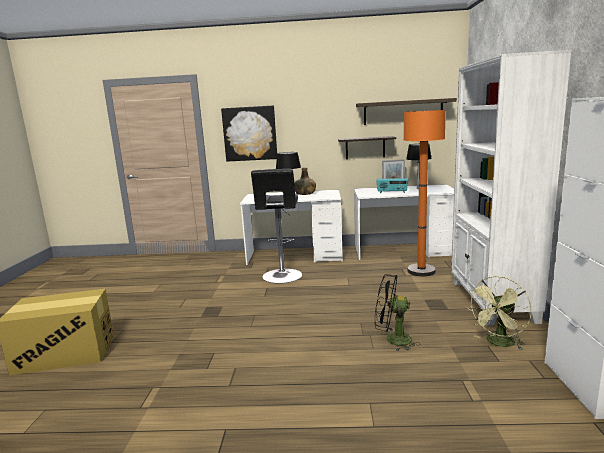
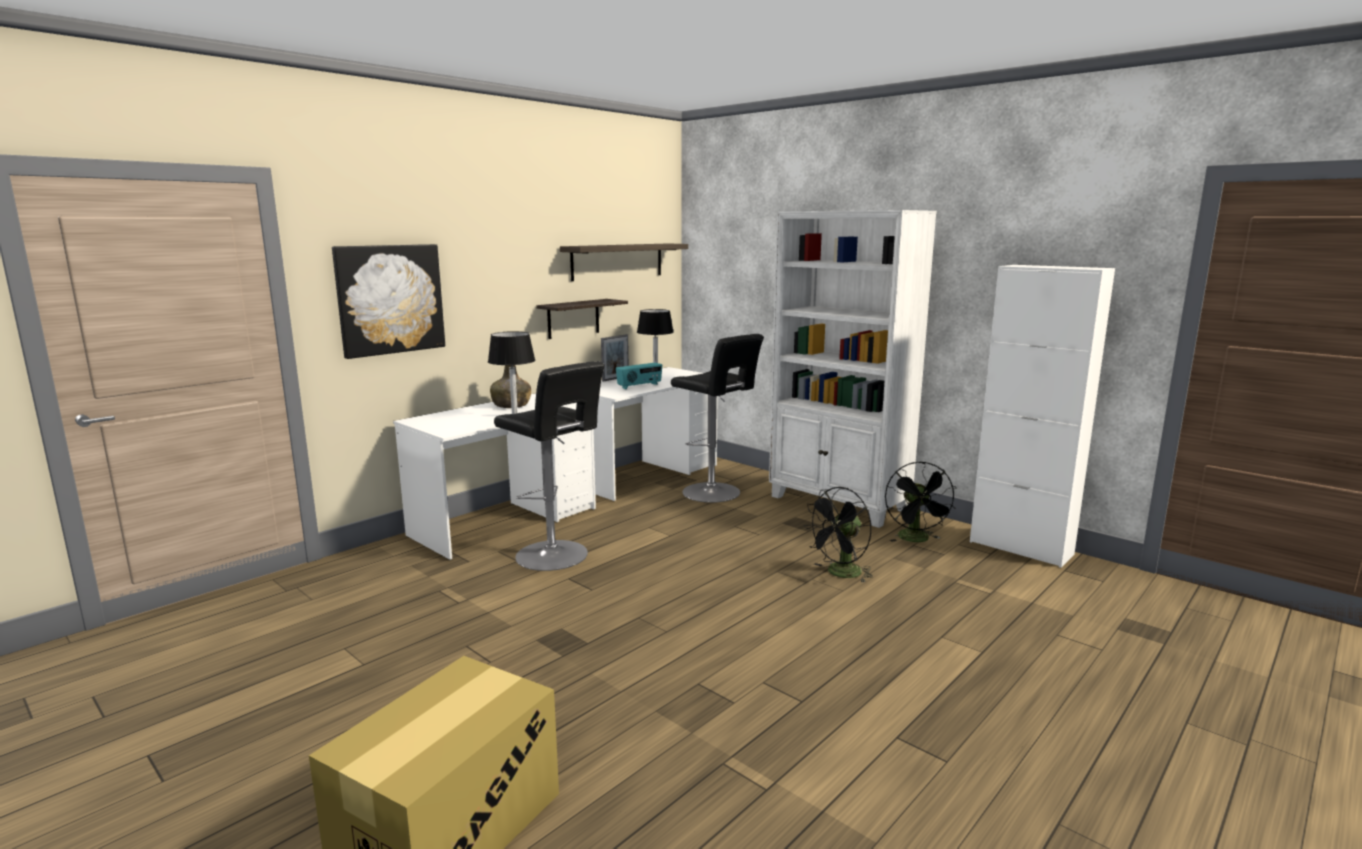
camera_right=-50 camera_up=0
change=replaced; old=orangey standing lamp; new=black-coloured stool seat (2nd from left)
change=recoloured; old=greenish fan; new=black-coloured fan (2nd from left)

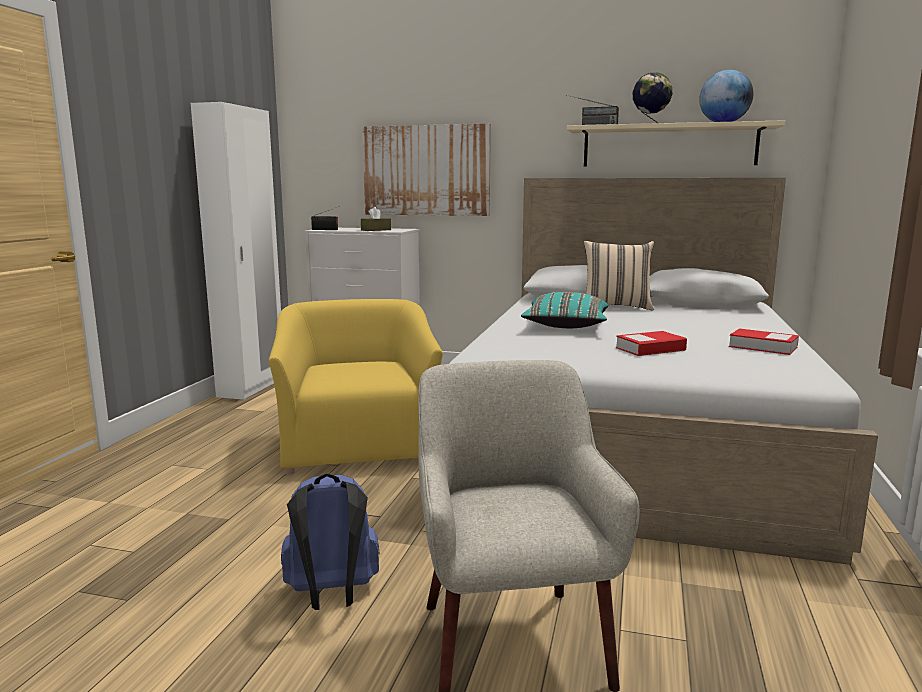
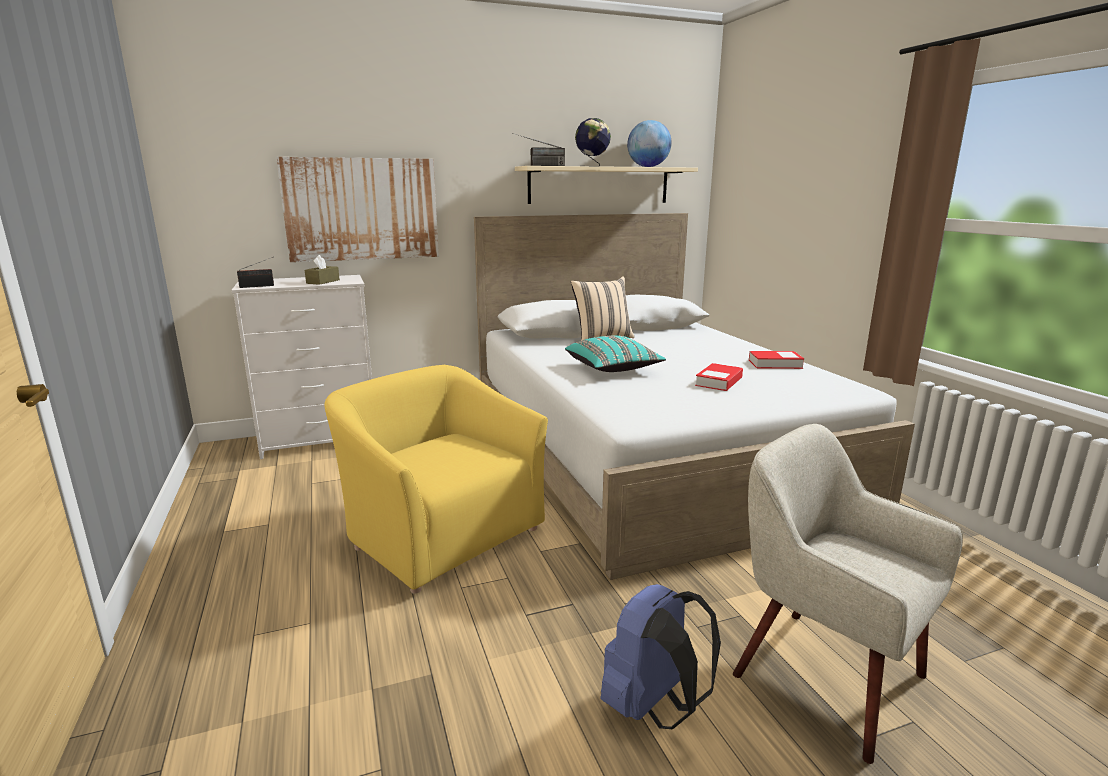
camera_right=-35 camera_up=5
change=removed; old=white-coloured clothes cupboard

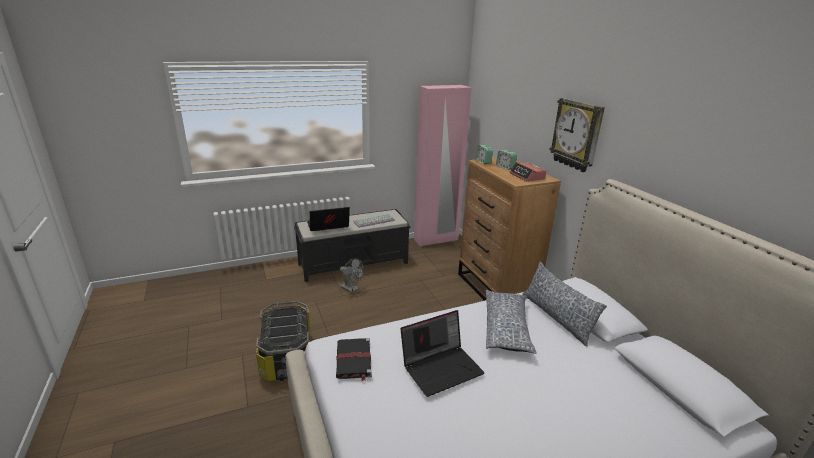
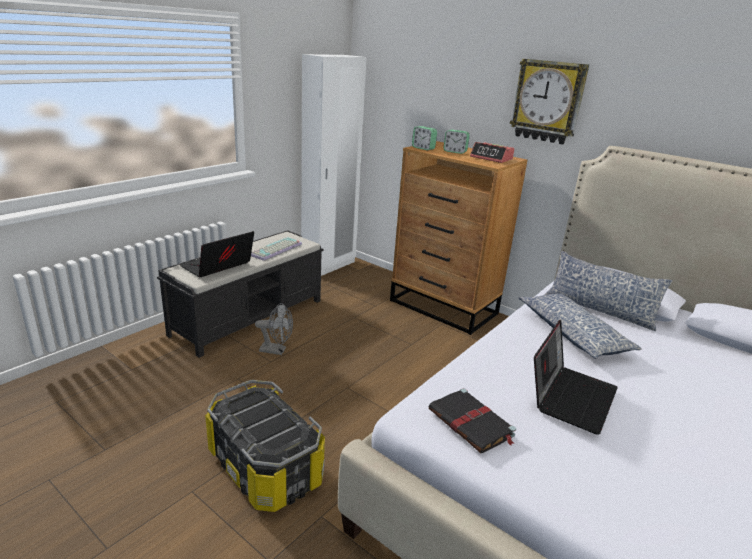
camera_right=-30 camera_up=0
change=recoloured; old=pink-coloured clothes cupboard; new=white-coloured clothes cupboard

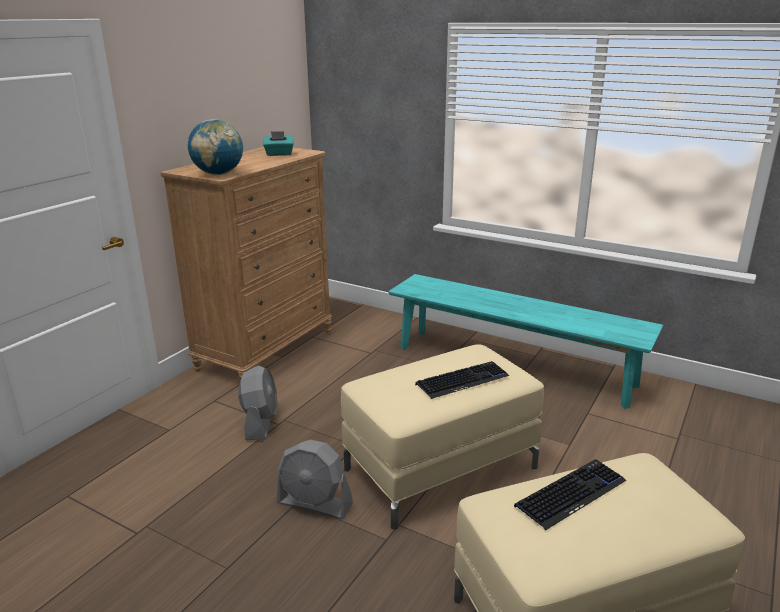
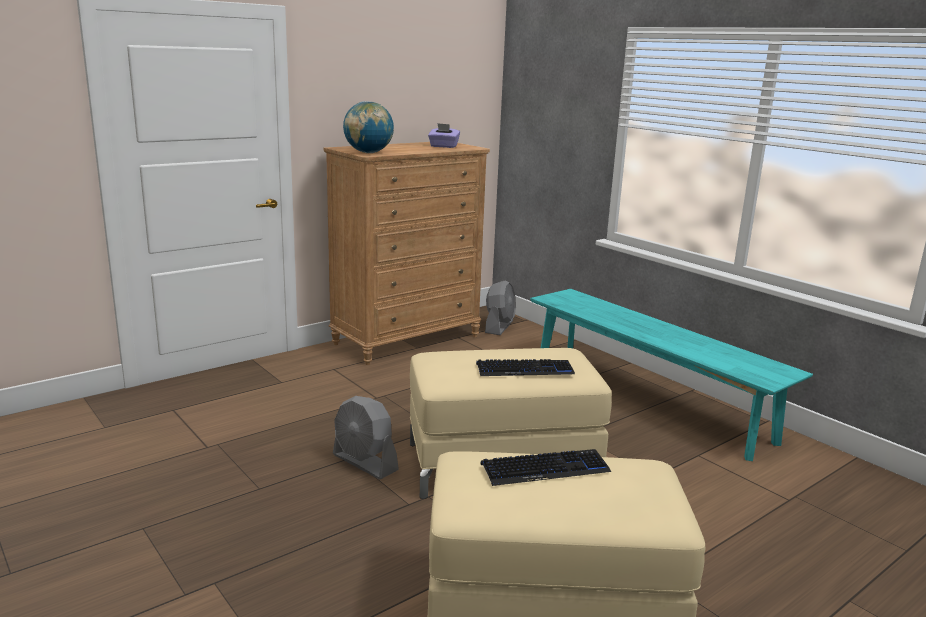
camera_right=20 camera_up=-5
change=recoloured; old=turquoise-coloured tissue holder; new=purplish tissue holder
change=moved; old=gray fan (1st from left in the first image); new=gray fan (2nd from left)

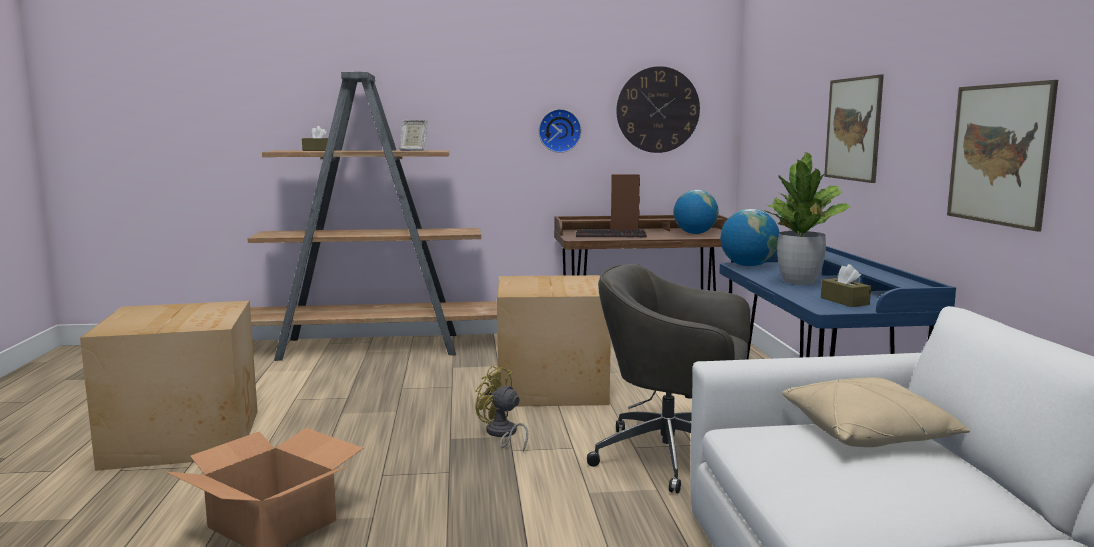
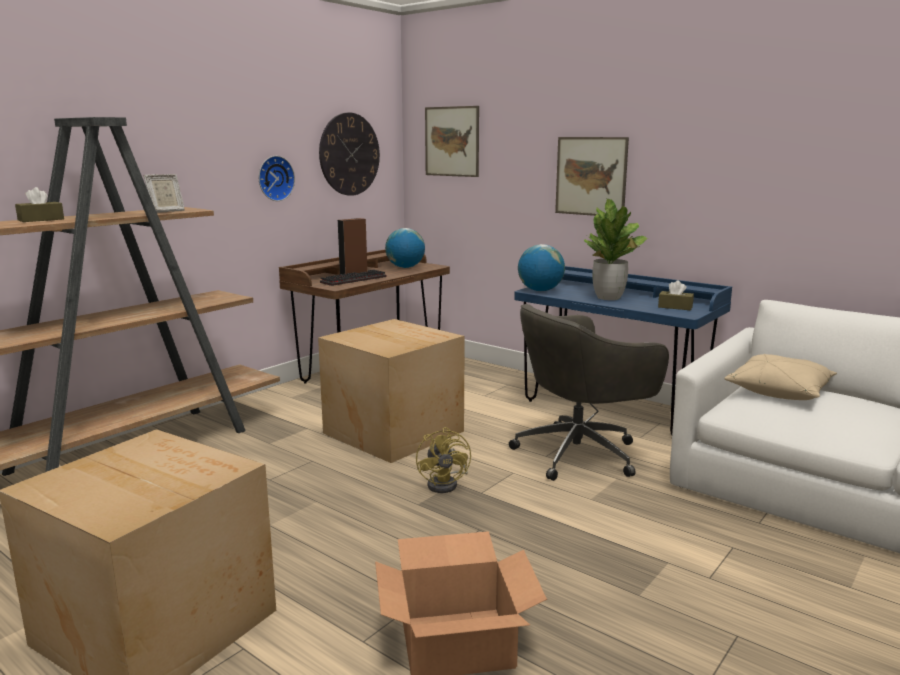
camera_right=-45 camera_up=5
change=turned; old=yellow fan; degrees=-90
change=moved; old=picture (2nd from left in the first image); new=picture (1st from left)

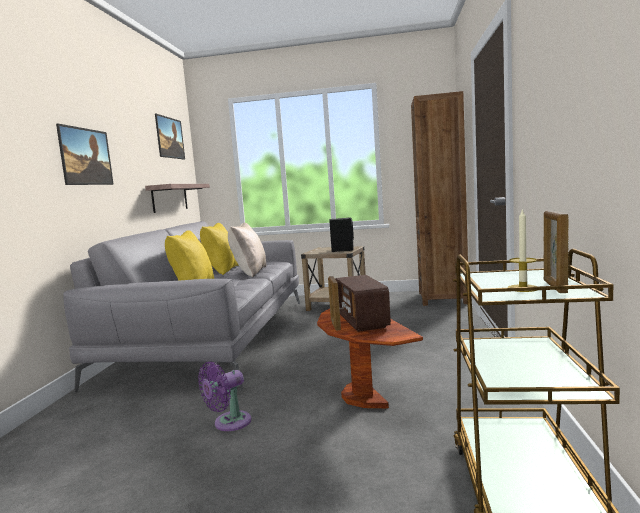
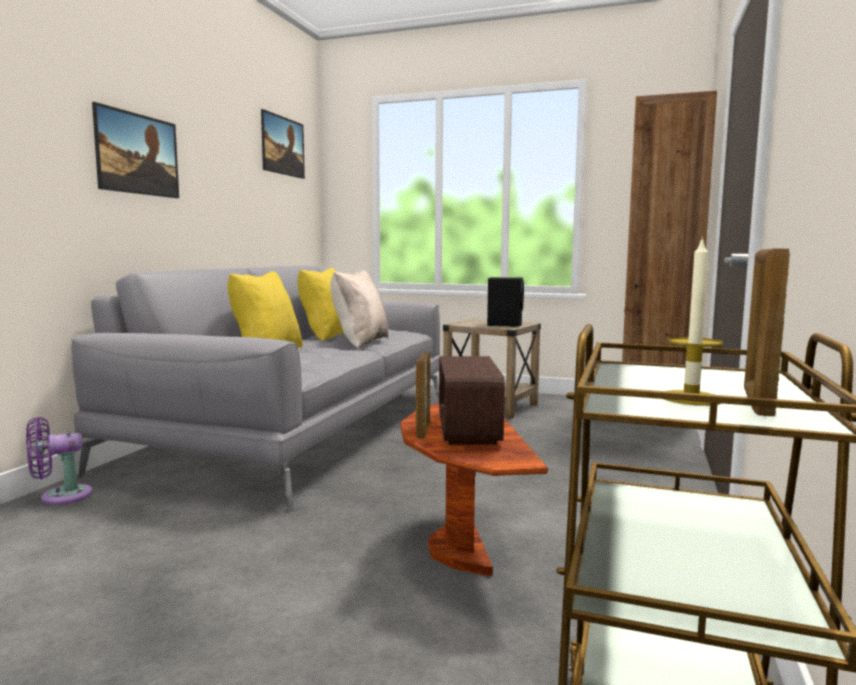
camera_right=10 camera_up=0
change=moved; old=purplish fan
change=removed; old=bracket shelf

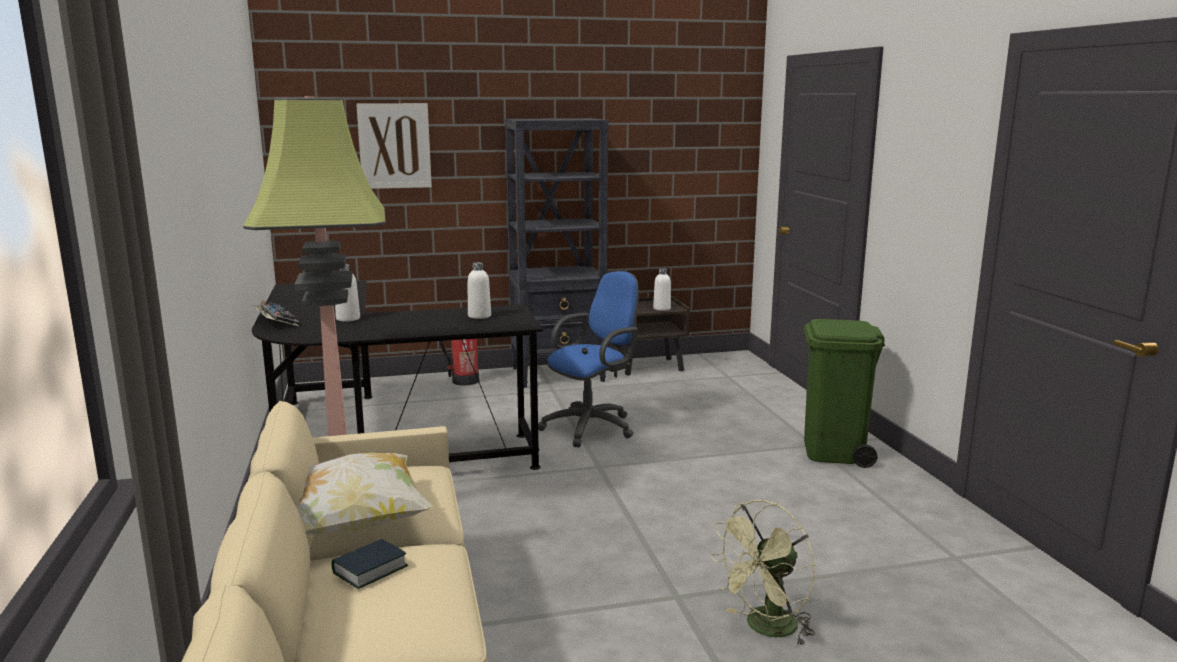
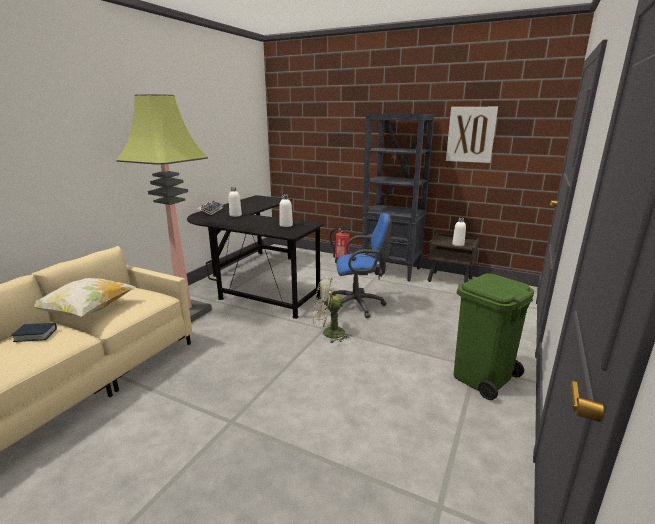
camera_right=40 camera_up=5
change=moved; old=greenish fan
change=moved; old=picture

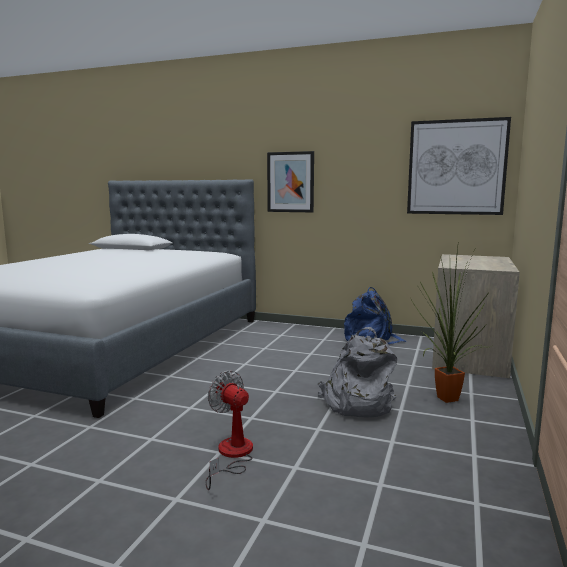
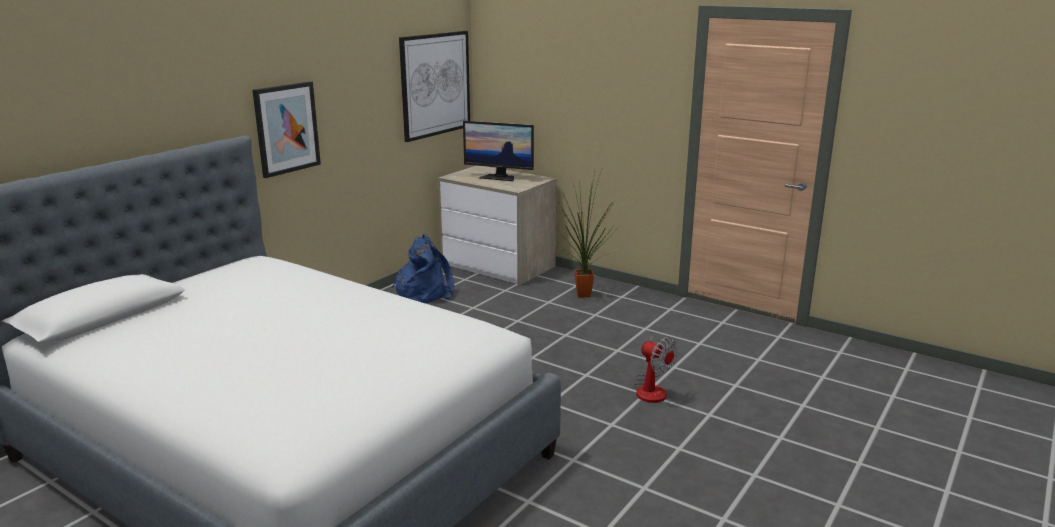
camera_right=-75 camera_up=10
change=added; new=computer screen
change=turned; old=fan; degrees=-105
change=removed; old=gray knapsack

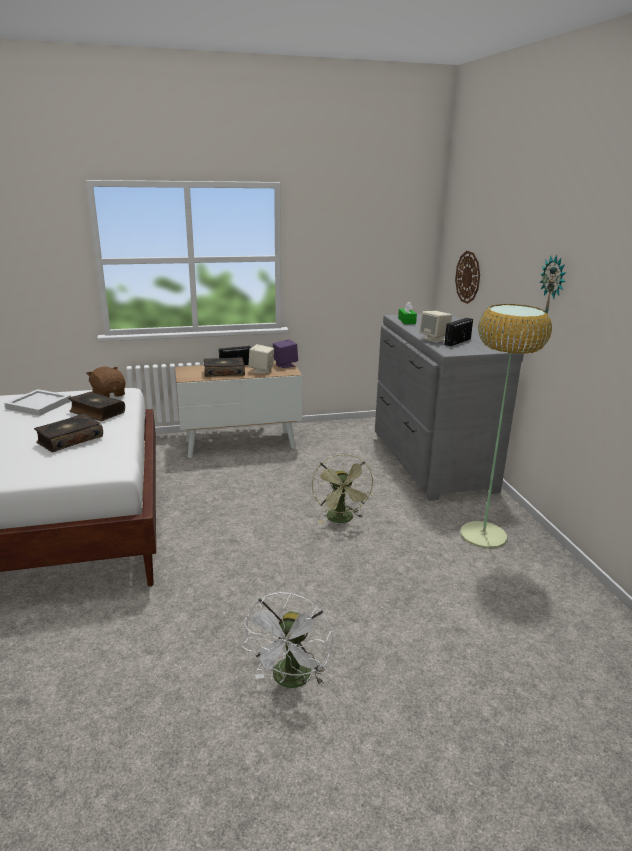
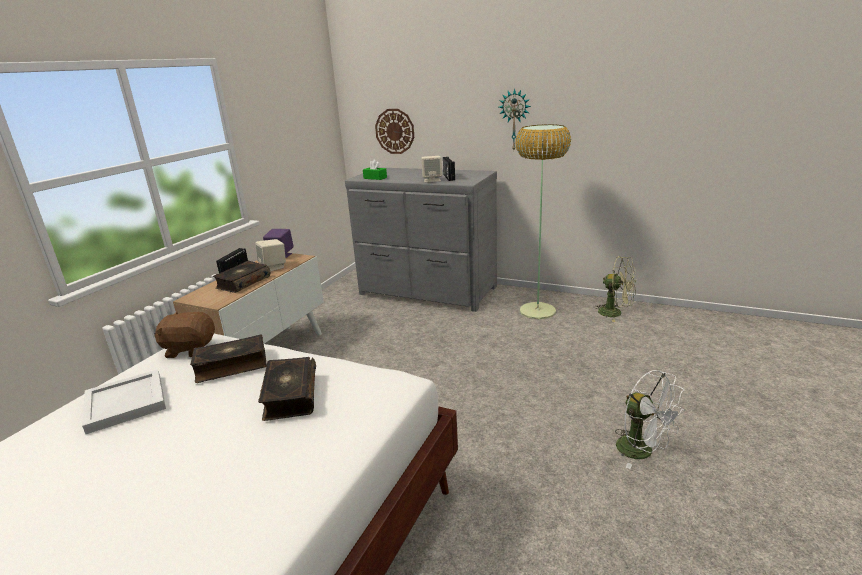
camera_right=-50 camera_up=0
change=moved; old=greenish fan

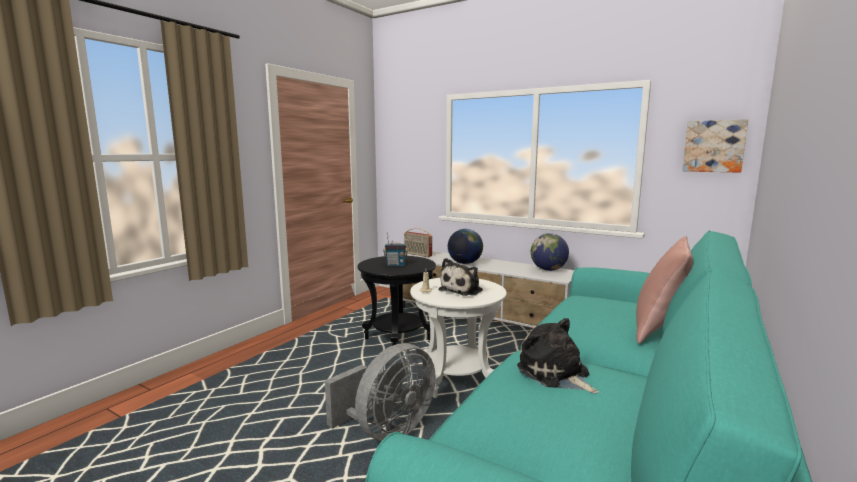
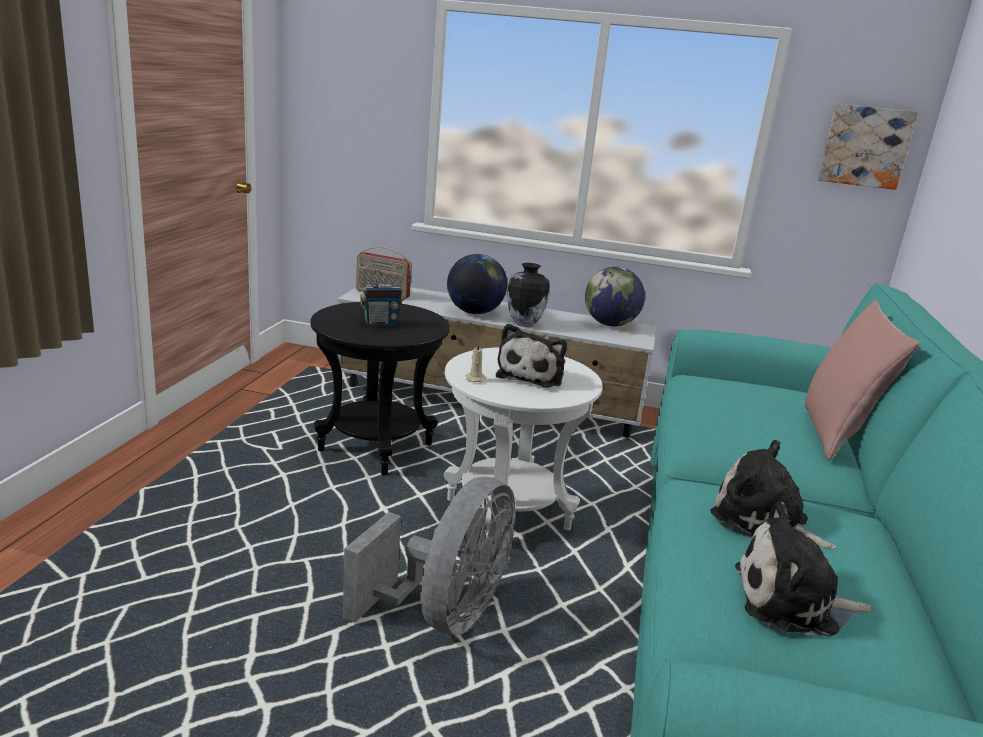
camera_right=-20 camera_up=10
change=added; new=decorative vase
change=added; new=plush toy (3rd from left)

